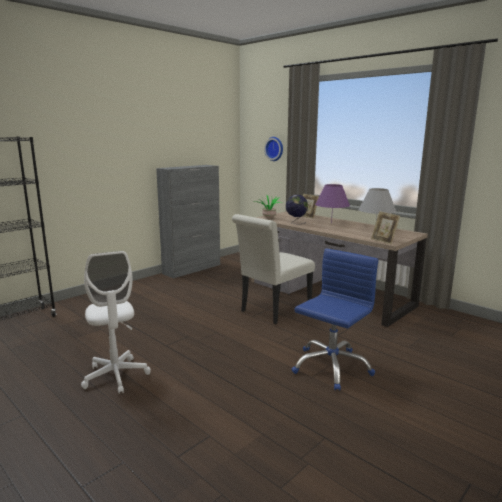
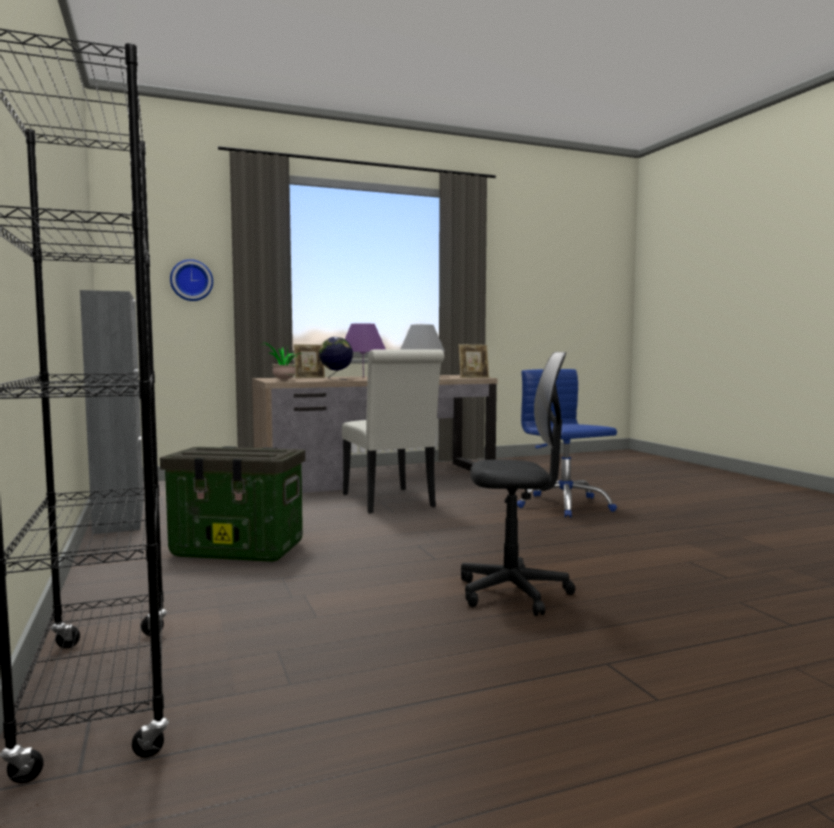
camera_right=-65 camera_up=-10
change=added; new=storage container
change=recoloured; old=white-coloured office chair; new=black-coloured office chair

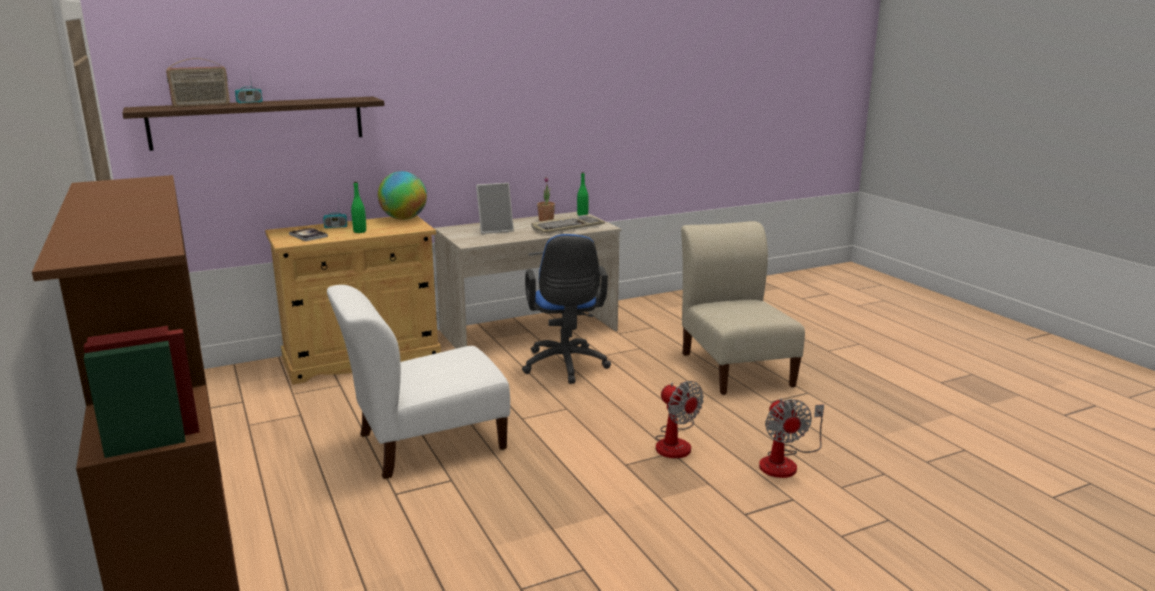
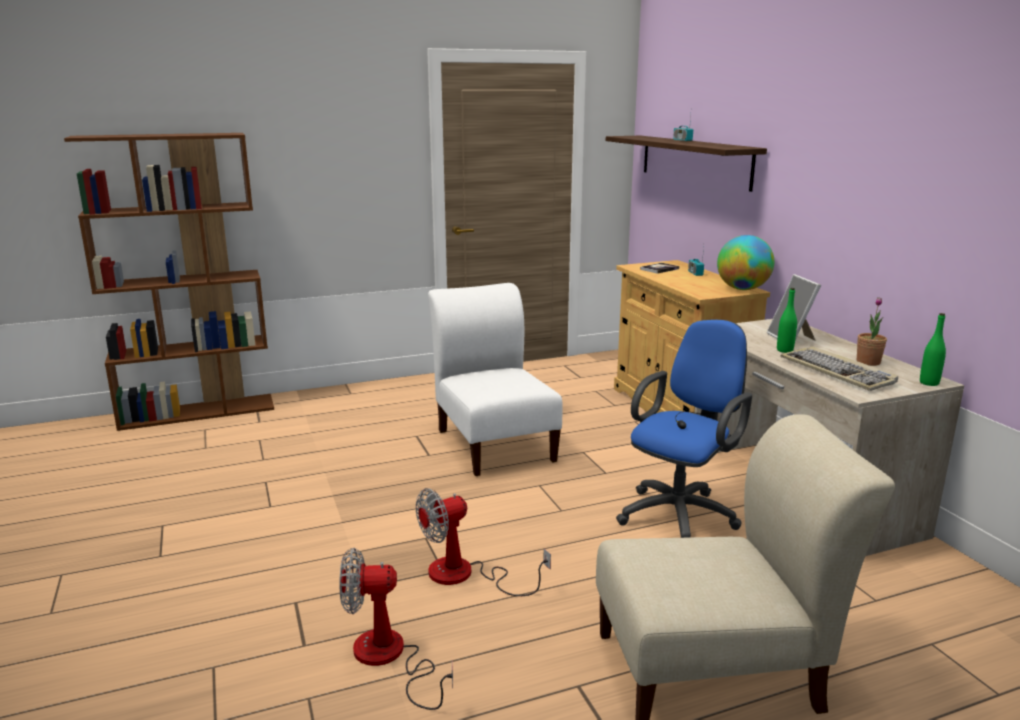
camera_right=95 camera_up=0
change=turned; old=blue office chair; degrees=135
change=moved; old=greenish drink bottle (1st from left)
change=removed; old=radio (1st from left)

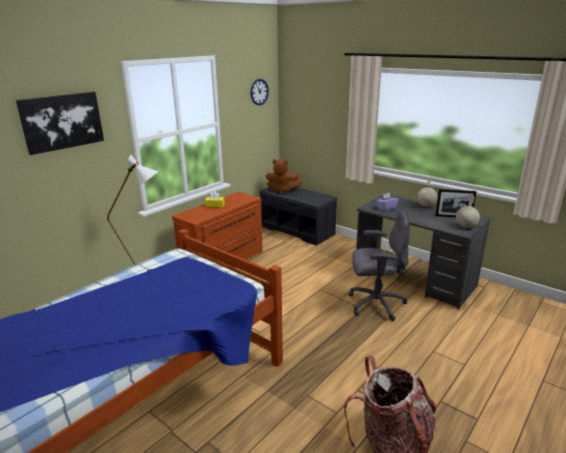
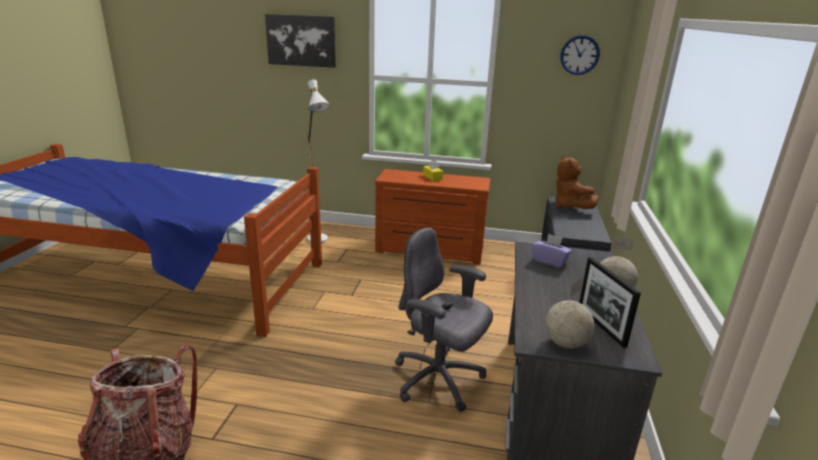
camera_right=60 camera_up=0
change=turned; old=gray office chair; degrees=150

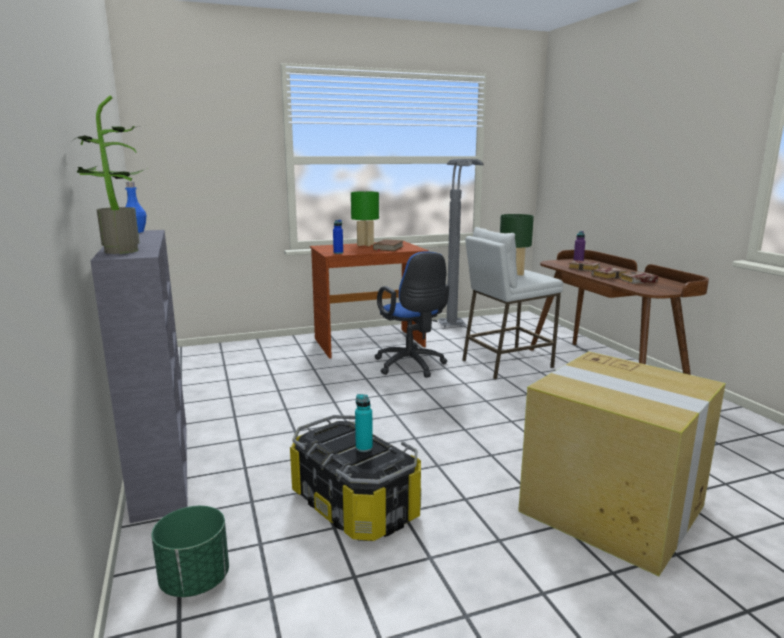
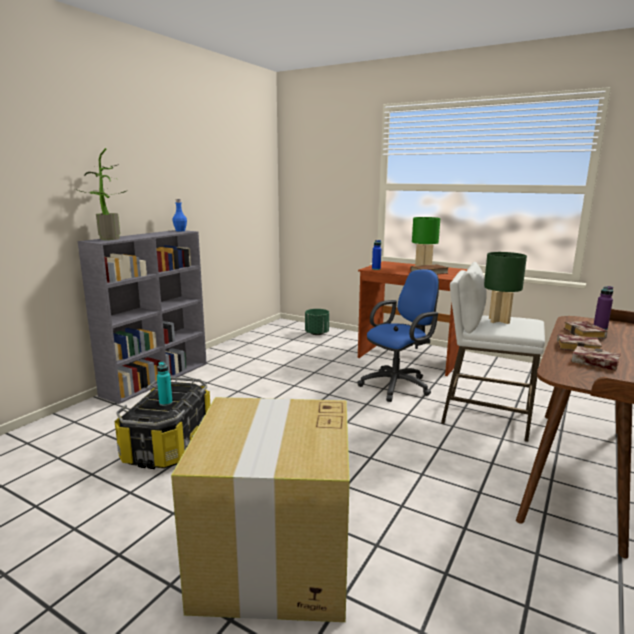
camera_right=50 camera_up=0
change=moved; old=greenish planter
change=turned; old=blue office chair; degrees=-150
change=removed; old=gray standing lamp

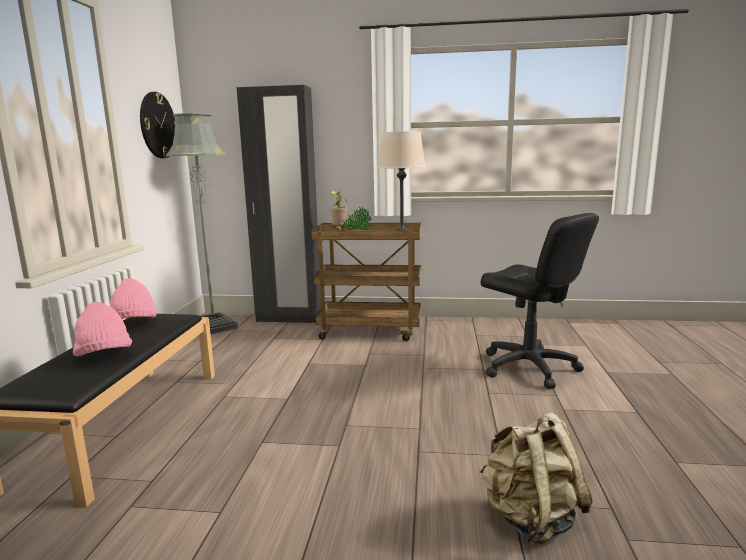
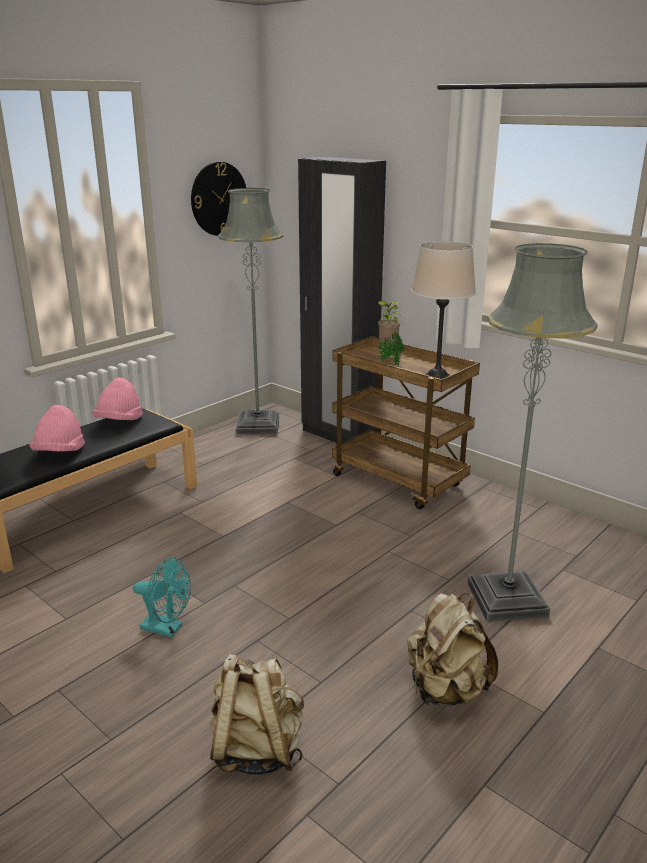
camera_right=35 camera_up=10
change=added; new=turquoise-coloured fan
change=added; new=beige-coloured knapsack (2nd from left)
change=replaced; old=black-coloured office chair; new=gray standing lamp (2nd from left)

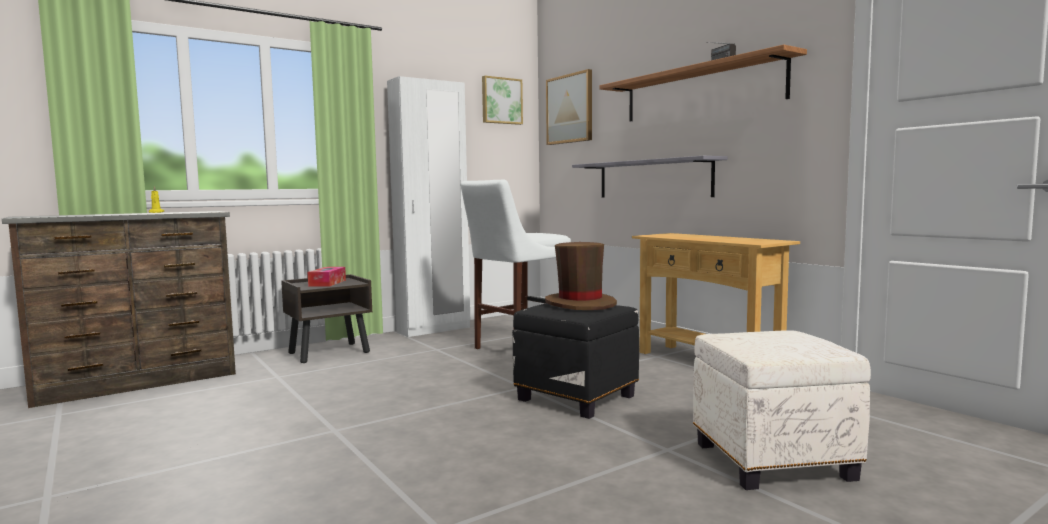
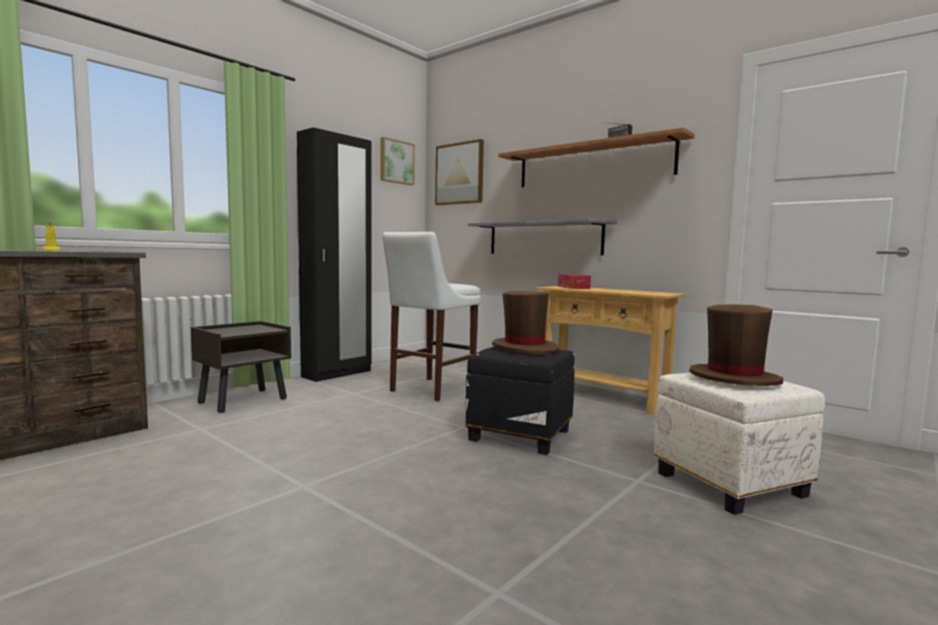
camera_right=-15 camera_up=0
change=recoloured; old=white-coloured clothes cupboard; new=black-coloured clothes cupboard
change=moved; old=tissue holder
change=added; new=brown-coloured wearable hat (2nd from left)

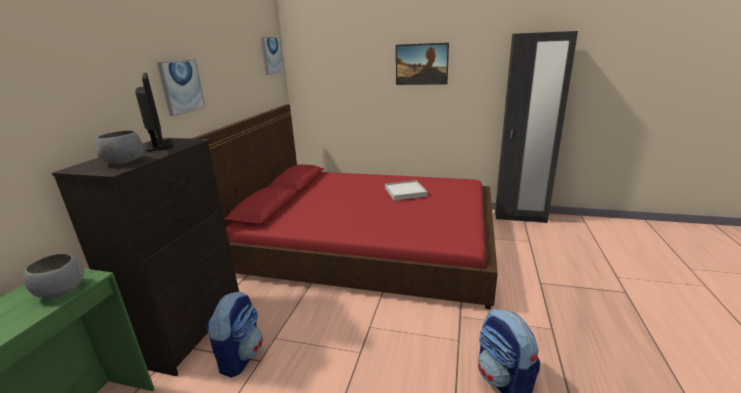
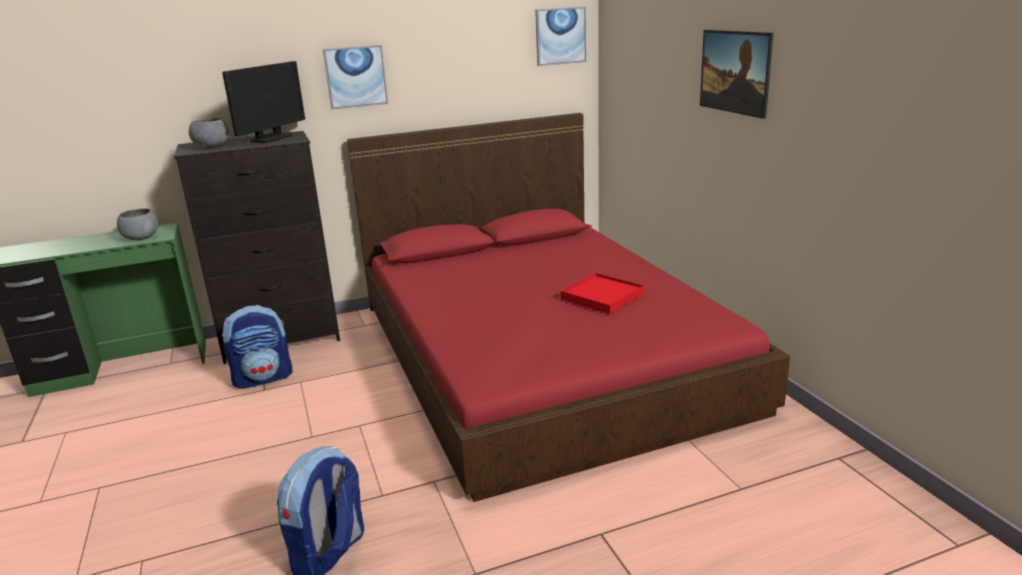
camera_right=55 camera_up=0
change=recoloured; old=white-coloured tray; new=red-coloured tray
change=removed; old=black-coloured clothes cupboard

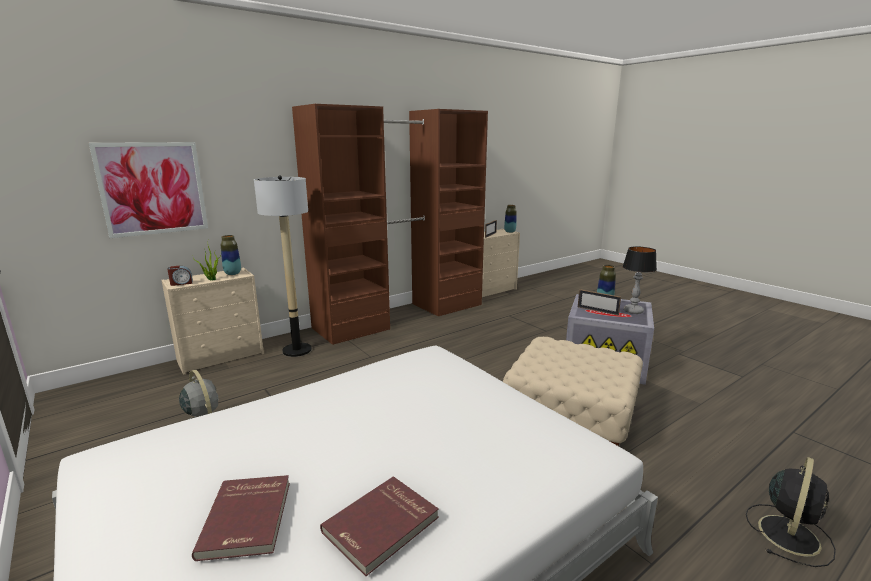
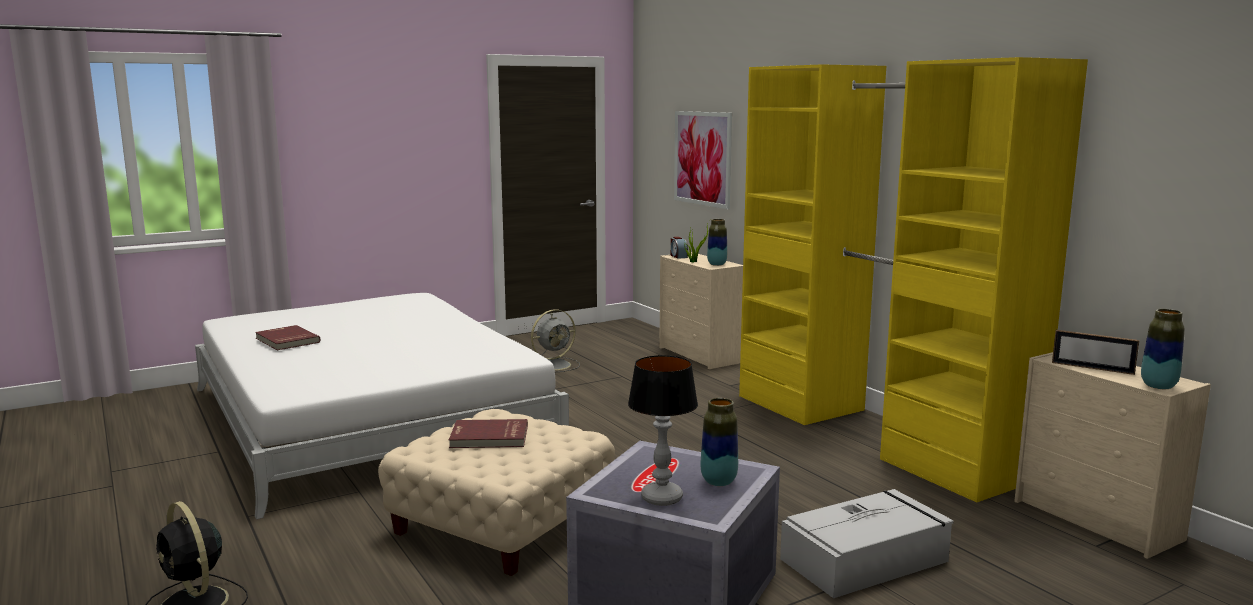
camera_right=95 camera_up=-5
change=moved; old=red-coloured volume (1st from left in the first image); new=red-coloured volume (2nd from left)
change=recoloured; old=brown-coloured clothes cupboard; new=yellow clothes cupboard
change=added; new=gray storage container (2nd from left)
change=removed; old=standing lamp
change=removed; old=standing frame (2nd from left)

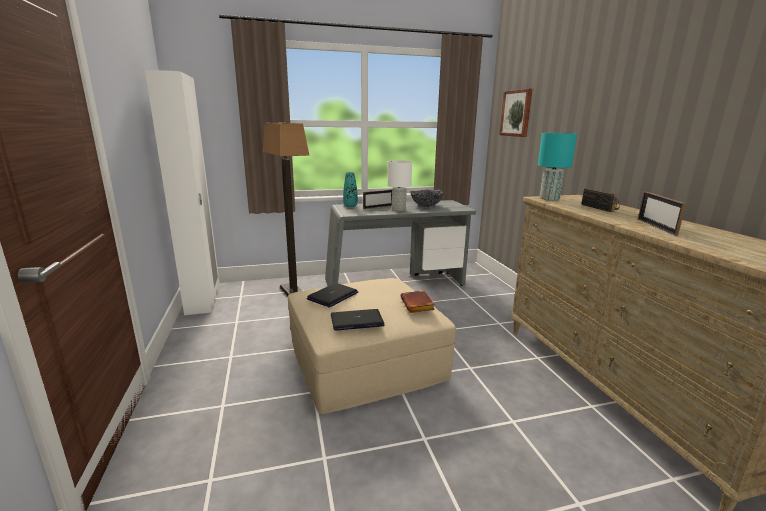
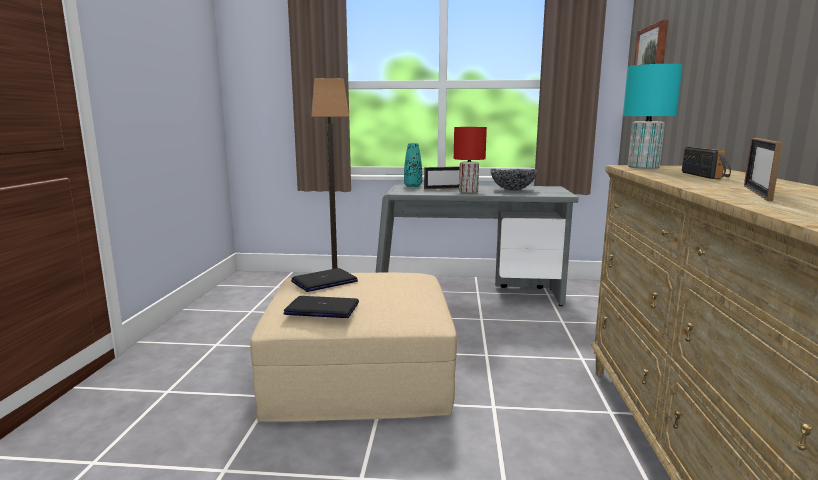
camera_right=20 camera_up=-5
change=recoloured; old=white-coloured tabletop lamp; new=red-coloured tabletop lamp
change=removed; old=white-coloured clothes cupboard
change=removed; old=brown-coloured volume

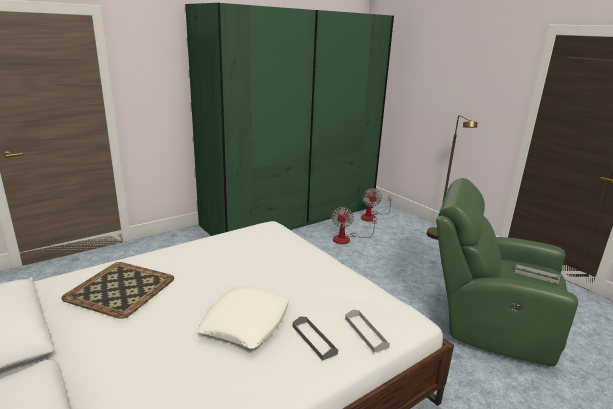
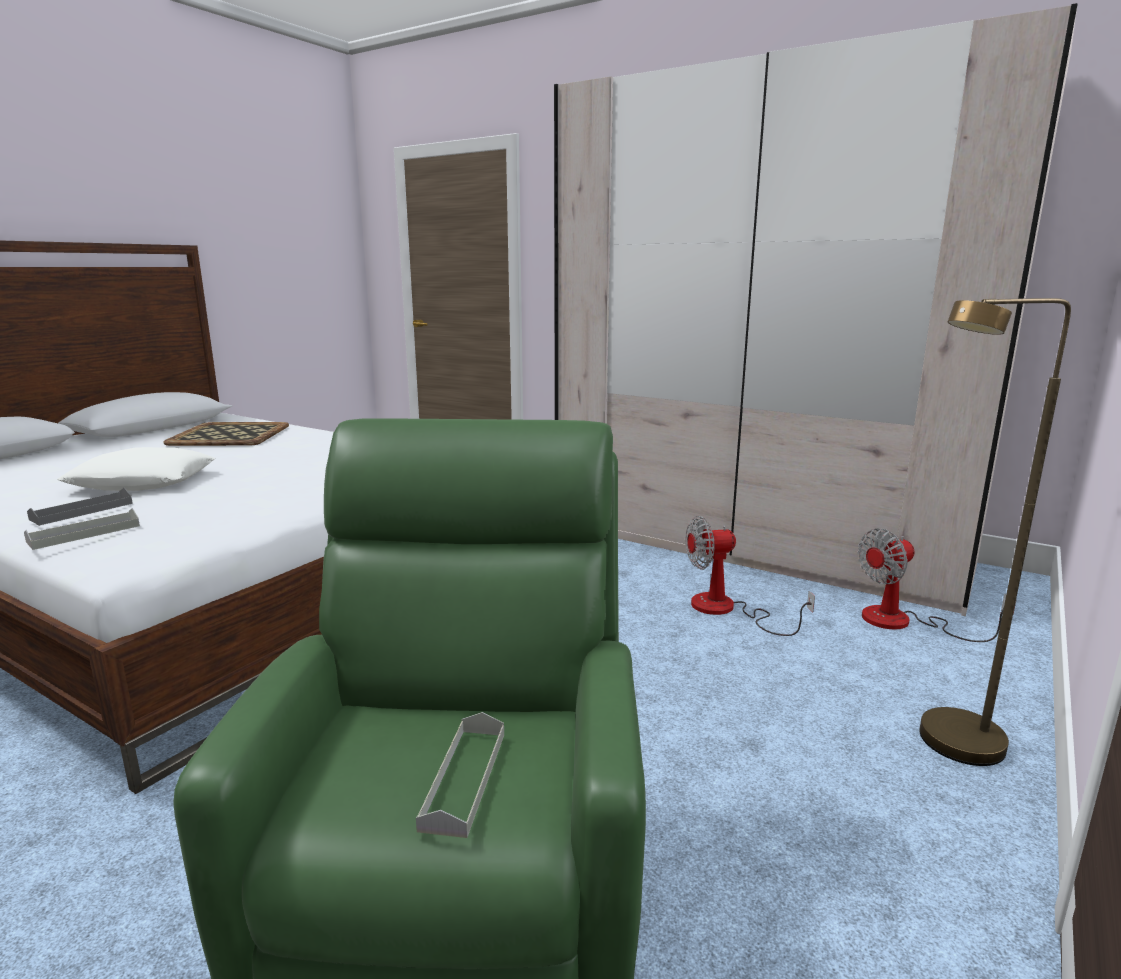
camera_right=70 camera_up=-5
change=recoloured; old=greenish clothes cupboard; new=beige-coloured clothes cupboard

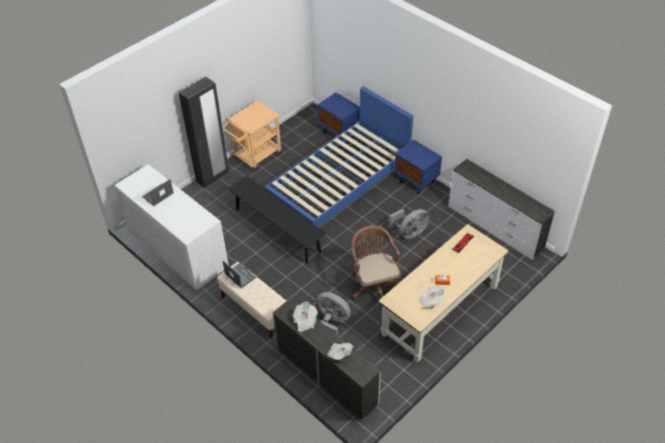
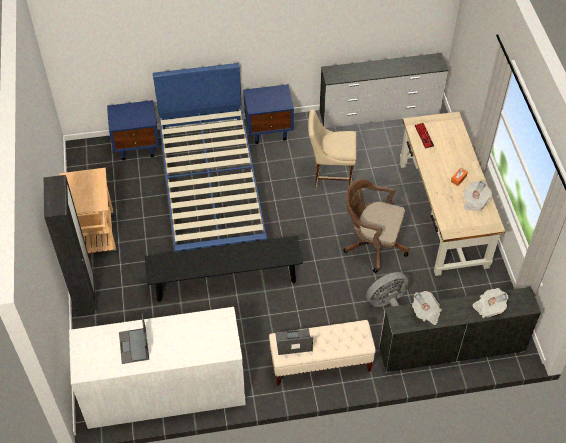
camera_right=-55 camera_up=5
change=replaced; old=gray fan (2nd from left); new=beige-coloured plain chair

